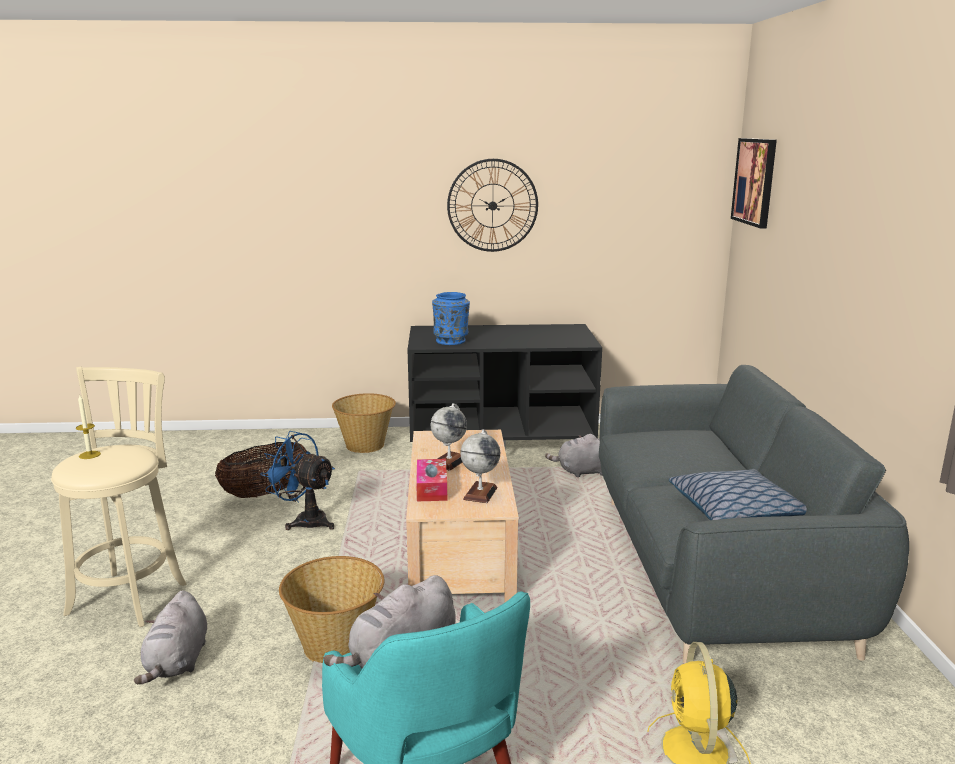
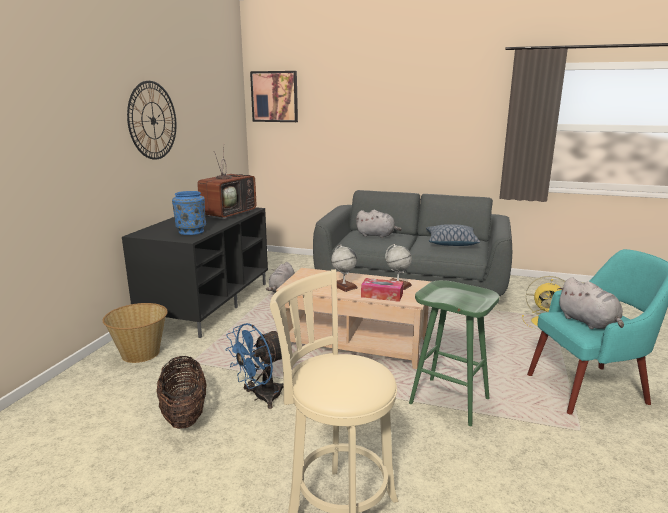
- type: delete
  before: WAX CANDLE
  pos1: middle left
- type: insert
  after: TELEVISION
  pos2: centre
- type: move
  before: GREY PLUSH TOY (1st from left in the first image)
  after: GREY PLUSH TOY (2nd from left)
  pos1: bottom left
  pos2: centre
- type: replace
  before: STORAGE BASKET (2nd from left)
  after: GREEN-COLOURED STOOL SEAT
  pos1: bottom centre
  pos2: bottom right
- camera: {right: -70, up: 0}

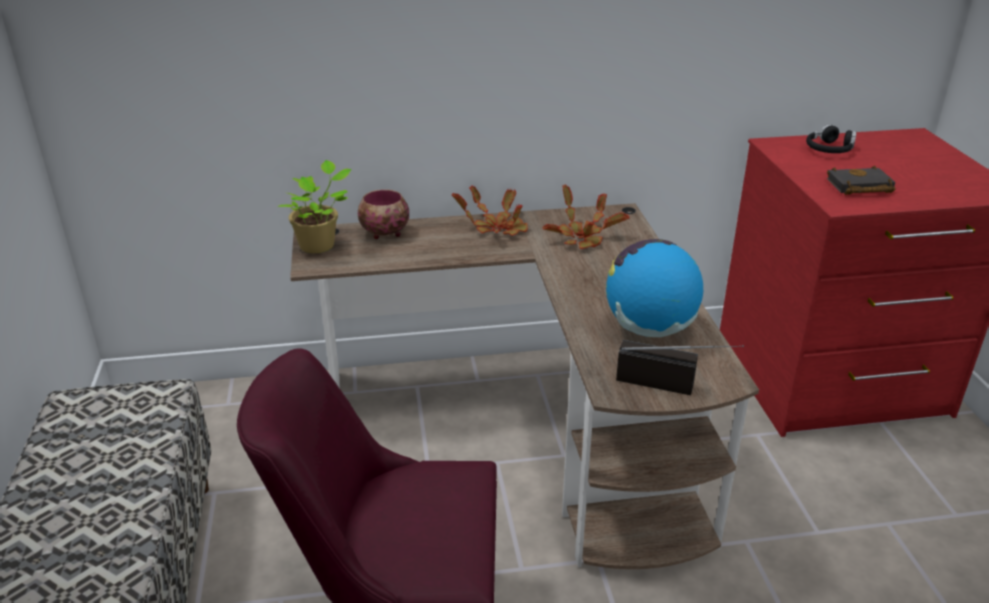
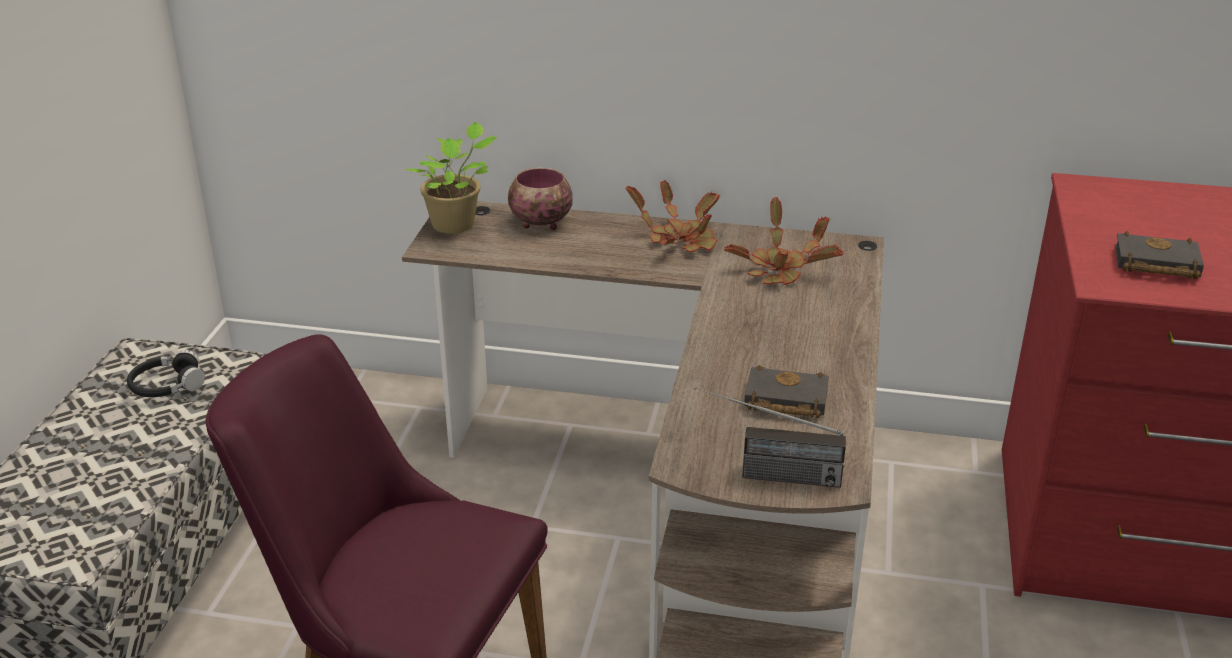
- type: move
  before: BLACK-COLOURED PAIR OF HEADPHONES
  pos1: top right
  pos2: middle left
- type: replace
  before: WORLD GLOBE
  after: BLACK-COLOURED BOUND BOOK (1st from left)
  pos1: centre
  pos2: centre
- type: rotate
  before: RADIO
  pos1: middle right
  pos2: centre
  turn: 150
- camera: {right: 20, up: 0}

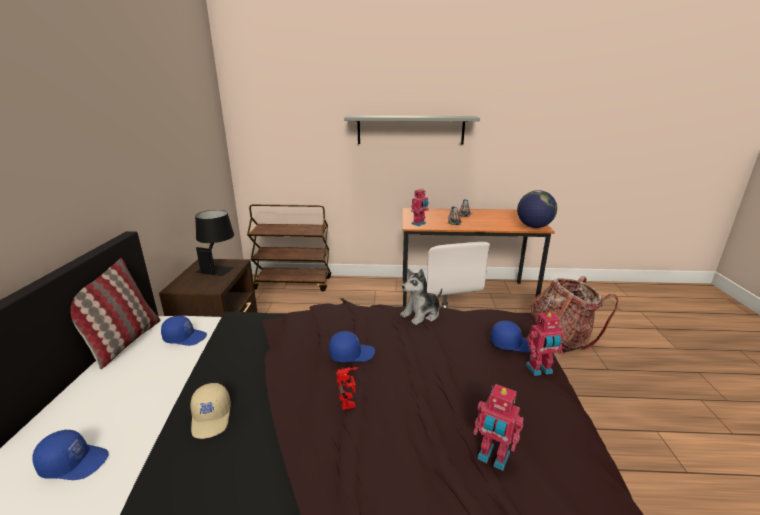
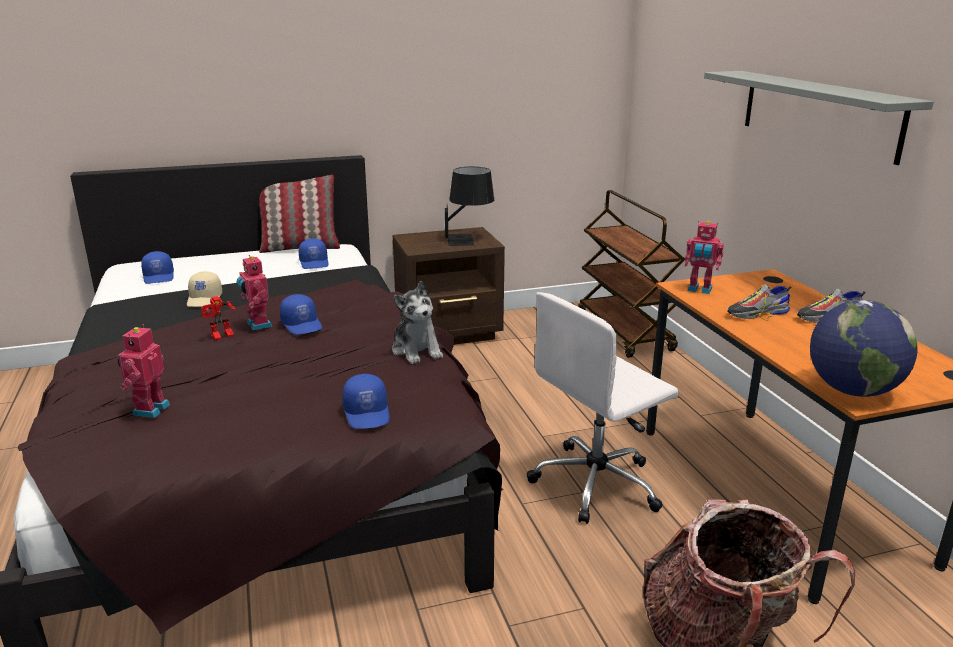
- type: move
  before: TOY ROBOT (4th from left in the first image)
  after: TOY ROBOT (3rd from left)
  pos1: bottom right
  pos2: middle left
- type: rotate
  before: BEIGE CAP
  pos1: bottom left
  pos2: middle left
  turn: -60
- type: rotate
  before: PLUSH TOY
  pos1: centre
  pos2: centre
  turn: -150
- camera: {right: 70, up: 0}

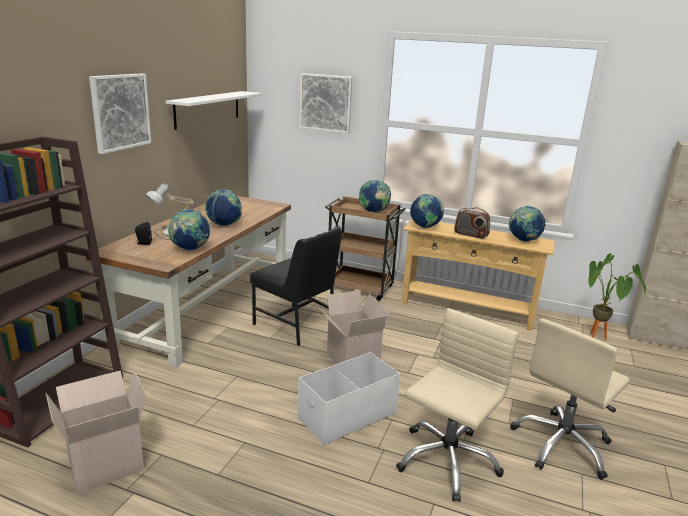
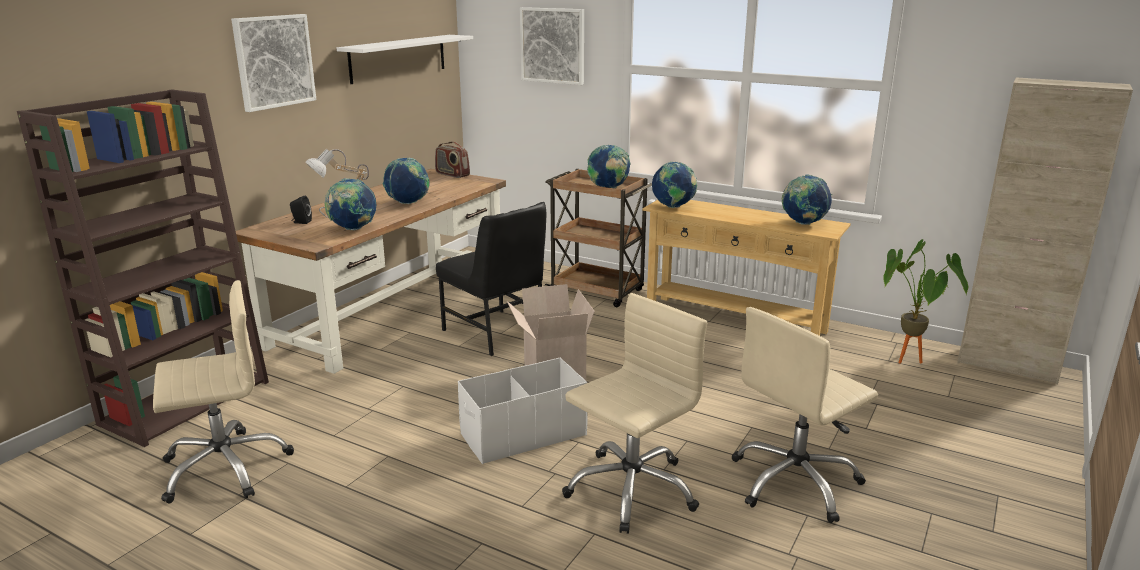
- type: move
  before: RADIO
  pos1: middle right
  pos2: top centre
- type: replace
  before: CARTON (1st from left)
  after: BEIGE COMPUTER CHAIR (1st from left)
  pos1: bottom left
  pos2: bottom left
- camera: {right: 10, up: 0}

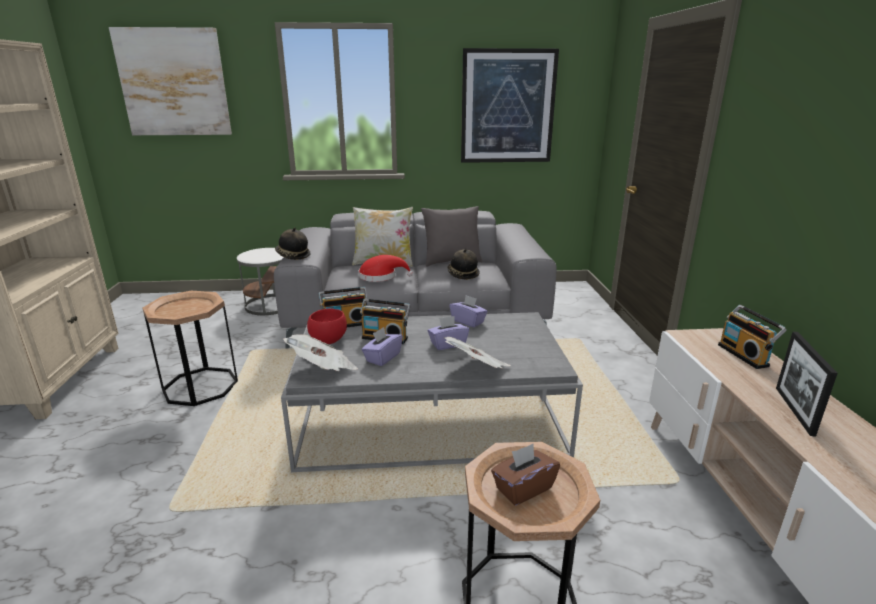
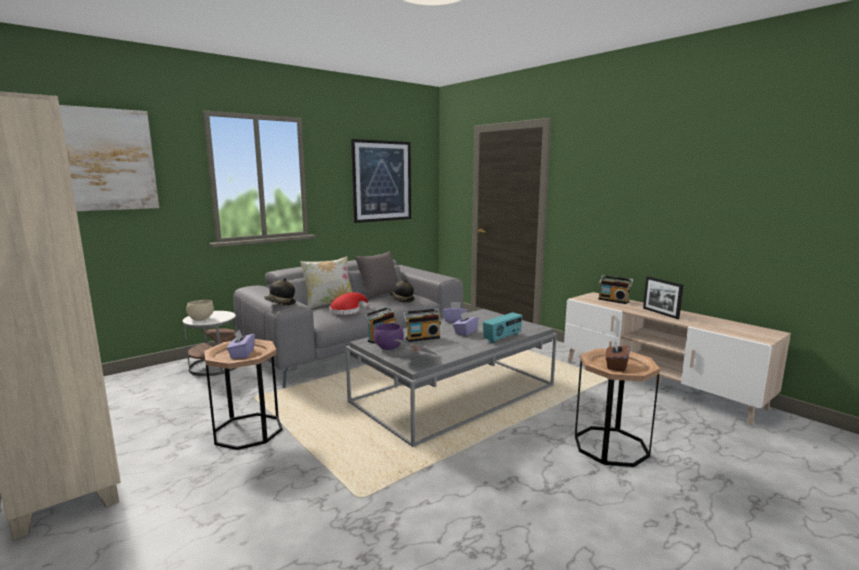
- type: insert
  after: BEIGE SERVING BOWL
  pos2: middle left
- type: move
  before: PURPLE-COLOURED TISSUE HOLDER (1st from left)
  pos1: centre
  pos2: middle left
- type: replace
  before: NEWSPAPER (2nd from left)
  after: RADIO (3rd from left)
  pos1: centre
  pos2: centre
- type: recolor
  before: RED-COLOURED SERVING BOWL
  after: PURPLE-COLOURED SERVING BOWL
  pos1: centre
  pos2: centre
- camera: {right: -35, up: -10}

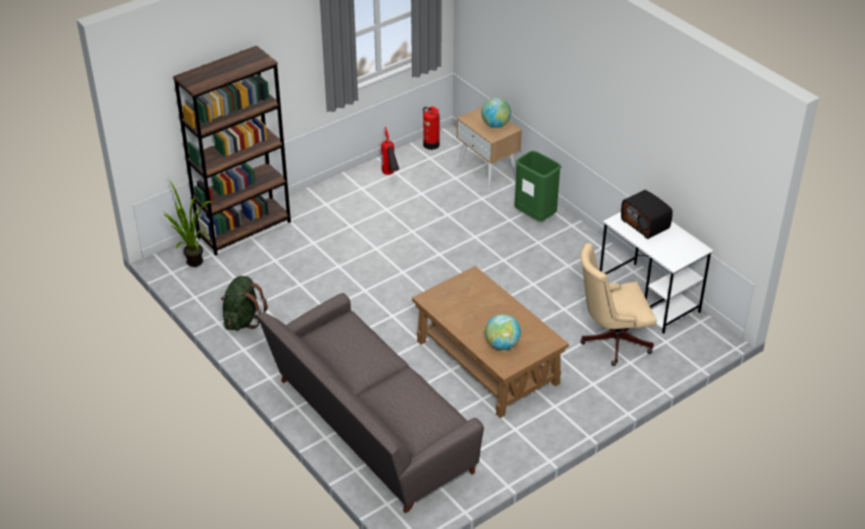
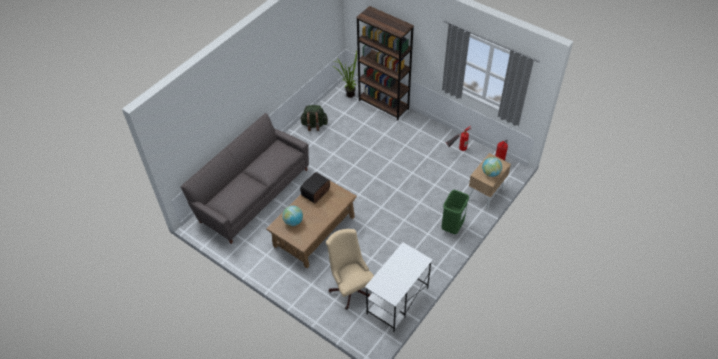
- type: move
  before: RADIO
  pos1: middle right
  pos2: centre
- camera: {right: 75, up: 10}

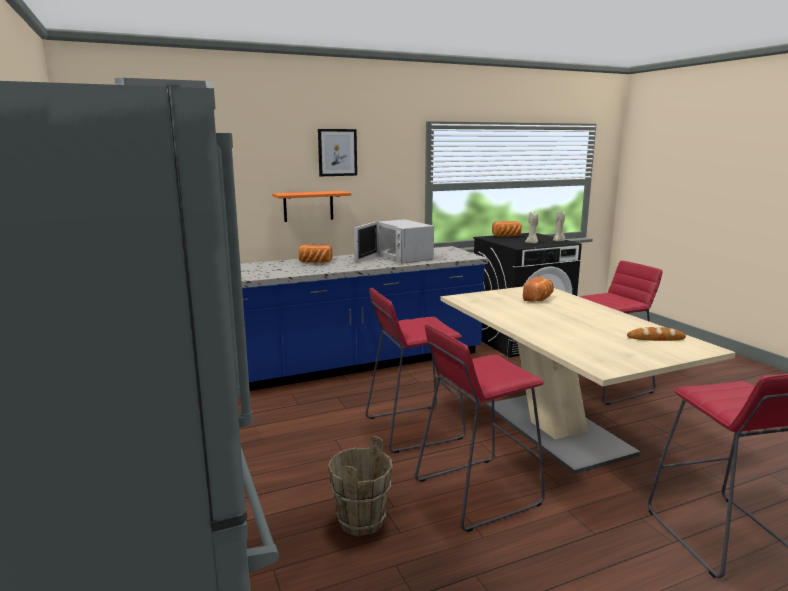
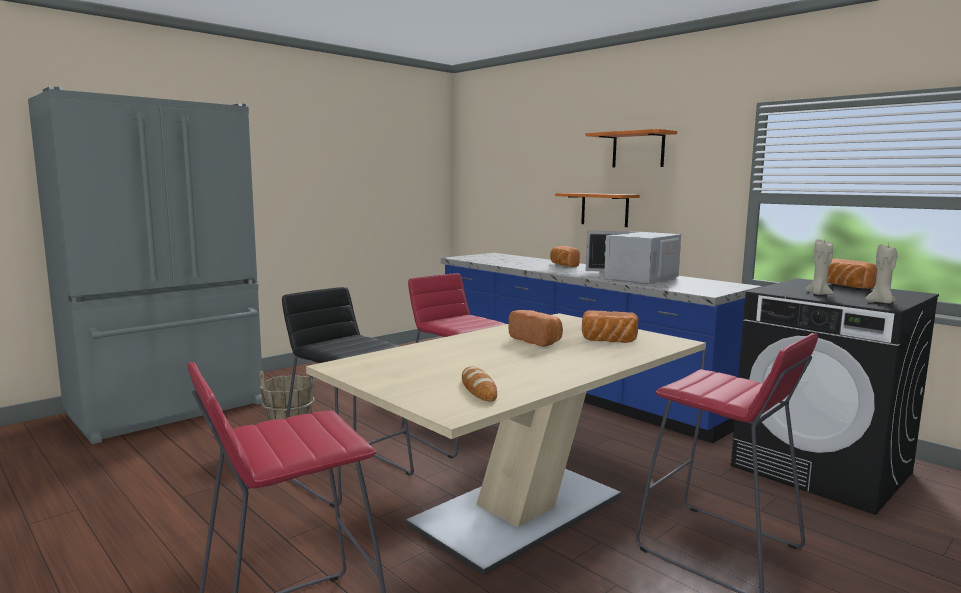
- type: insert
  after: BREAD (2nd from left)
  pos2: centre
- type: replace
  before: WALL ART
  after: ORANGE WALL SHELF (2nd from left)
  pos1: top centre
  pos2: top centre
- type: recolor
  before: RED-COLOURED STOOL SEAT (2nd from left)
  after: BLACK-COLOURED STOOL SEAT
  pos1: bottom centre
  pos2: bottom centre
- camera: {right: 70, up: -5}

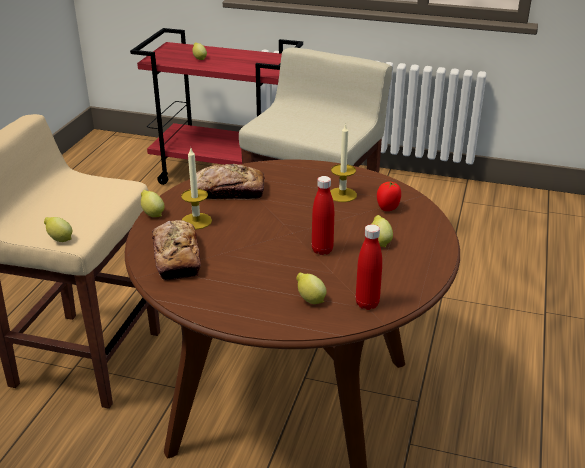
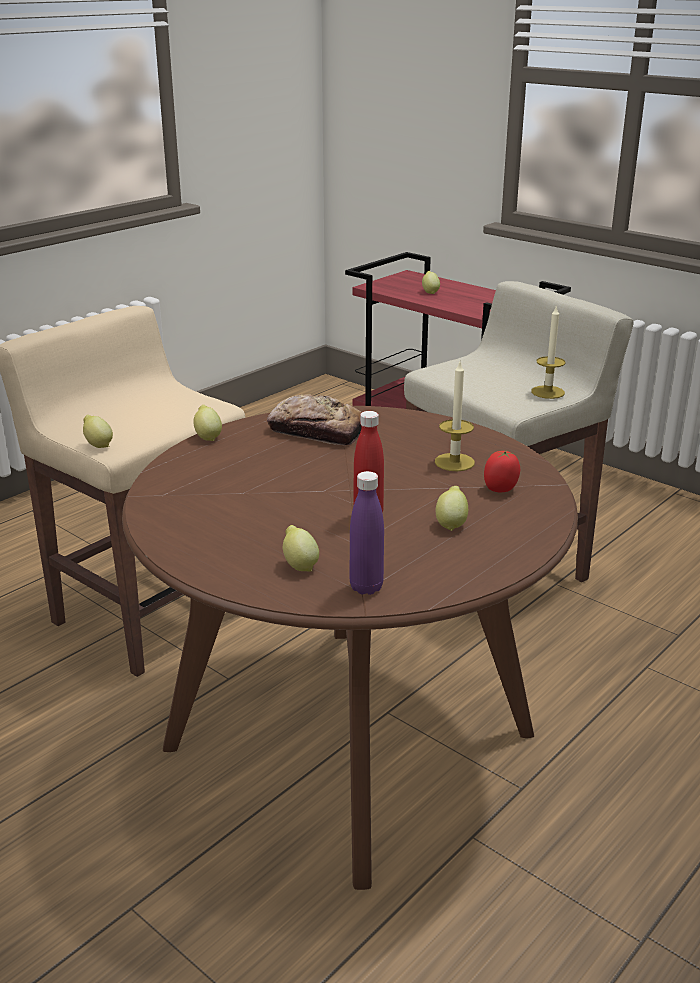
- type: delete
  before: BREAD (1st from left)
  pos1: middle left
- type: move
  before: WAX CANDLE (1st from left in the first image)
  after: WAX CANDLE (2nd from left)
  pos1: centre
  pos2: middle right
- type: recolor
  before: RED-COLOURED BEVERAGE BOTTLE (2nd from left)
  after: PURPLE-COLOURED BEVERAGE BOTTLE
  pos1: centre
  pos2: centre
- camera: {right: 25, up: -5}

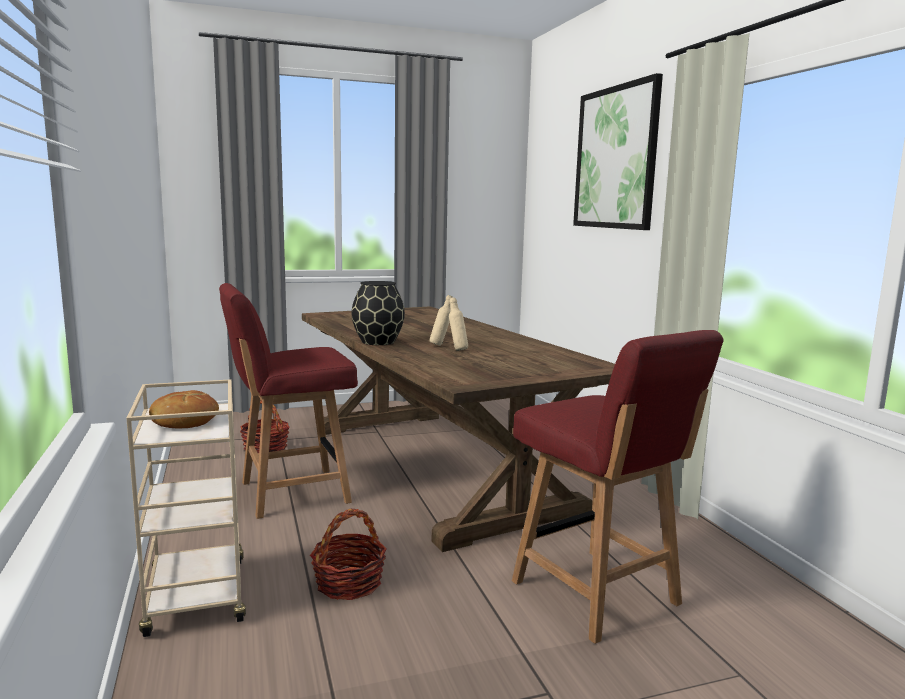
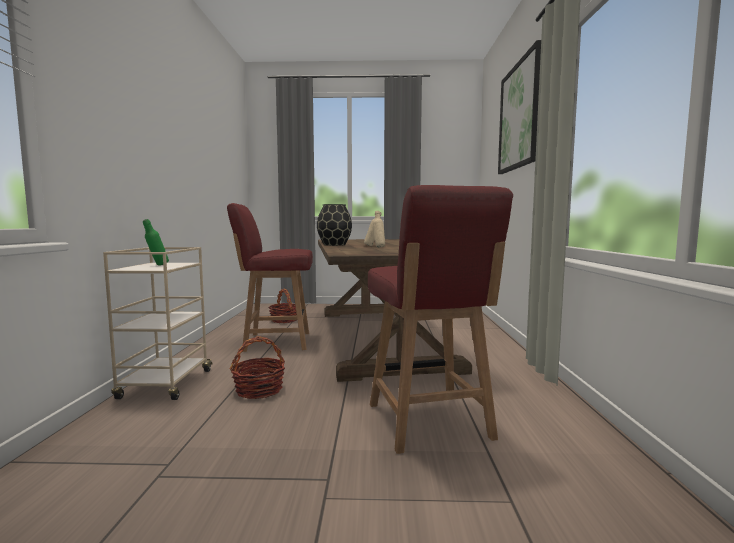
- type: replace
  before: BREAD
  after: GREEN-COLOURED BEVERAGE BOTTLE
  pos1: middle left
  pos2: middle left
- camera: {right: 20, up: -5}

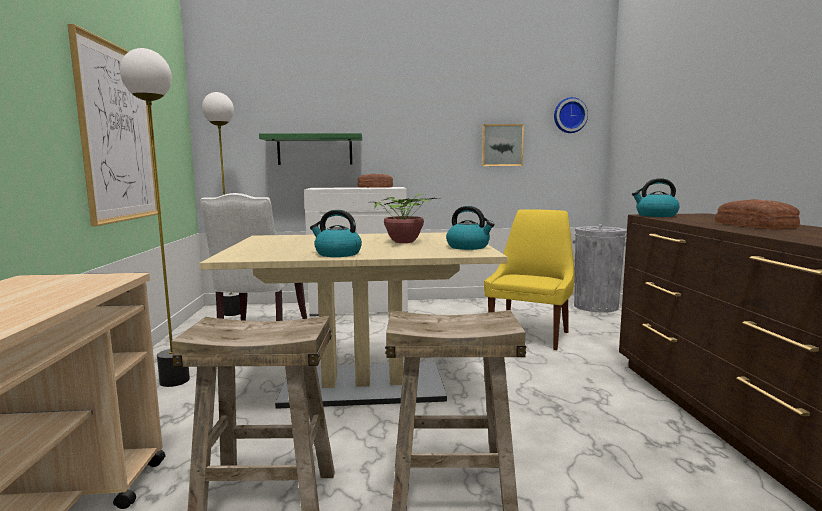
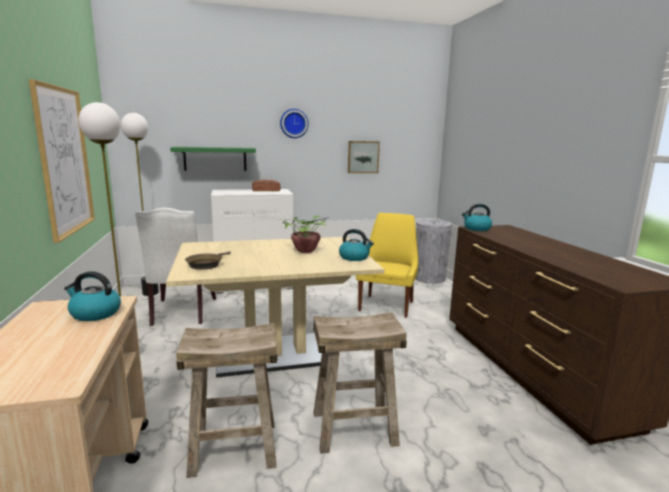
- type: delete
  before: BREAD (2nd from left)
  pos1: middle right
- type: insert
  after: BROWN-COLOURED PAN
  pos2: middle left
- type: move
  before: TEA KETTLE (1st from left)
  pos1: centre
  pos2: middle left
- type: move
  before: HANGING CLOCK
  pos1: top right
  pos2: top centre
- camera: {right: -10, up: 5}

